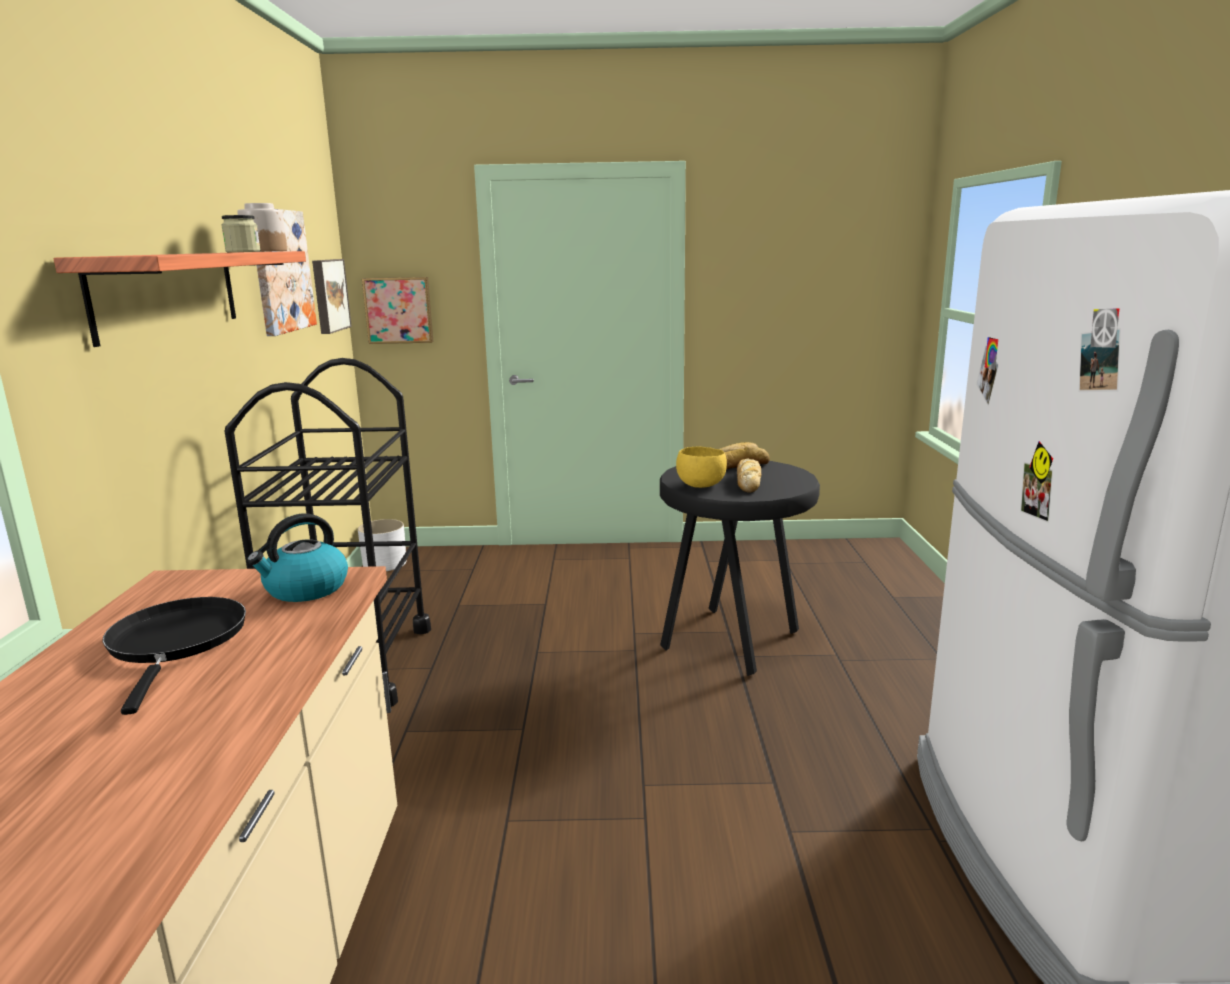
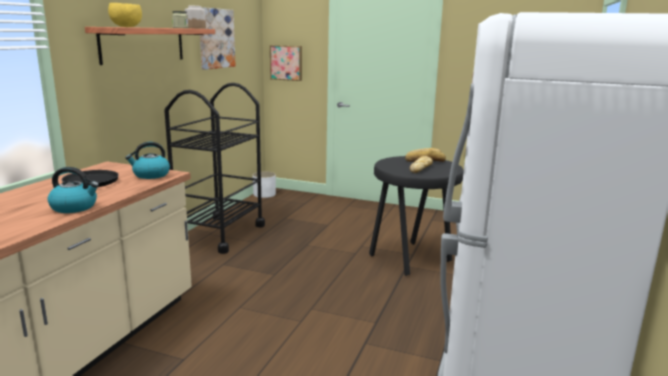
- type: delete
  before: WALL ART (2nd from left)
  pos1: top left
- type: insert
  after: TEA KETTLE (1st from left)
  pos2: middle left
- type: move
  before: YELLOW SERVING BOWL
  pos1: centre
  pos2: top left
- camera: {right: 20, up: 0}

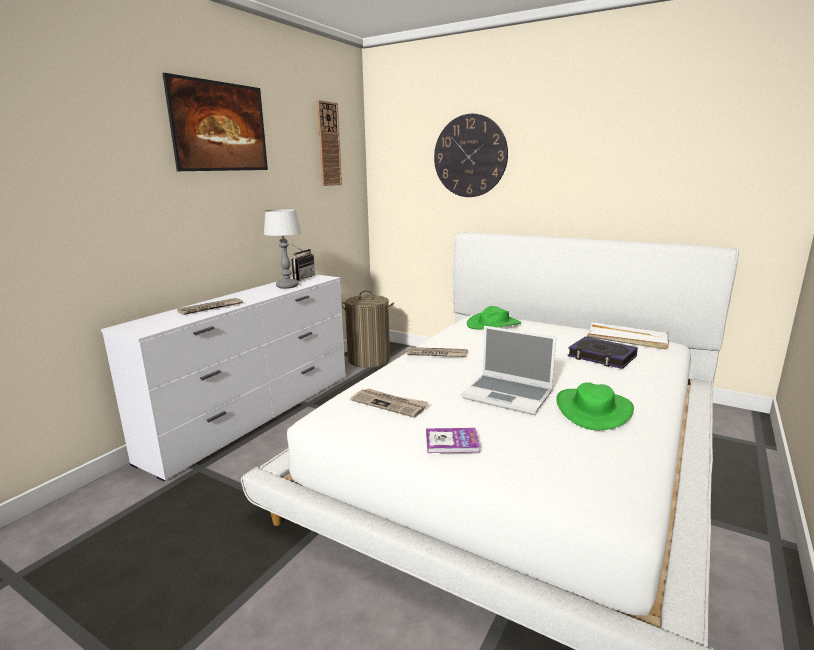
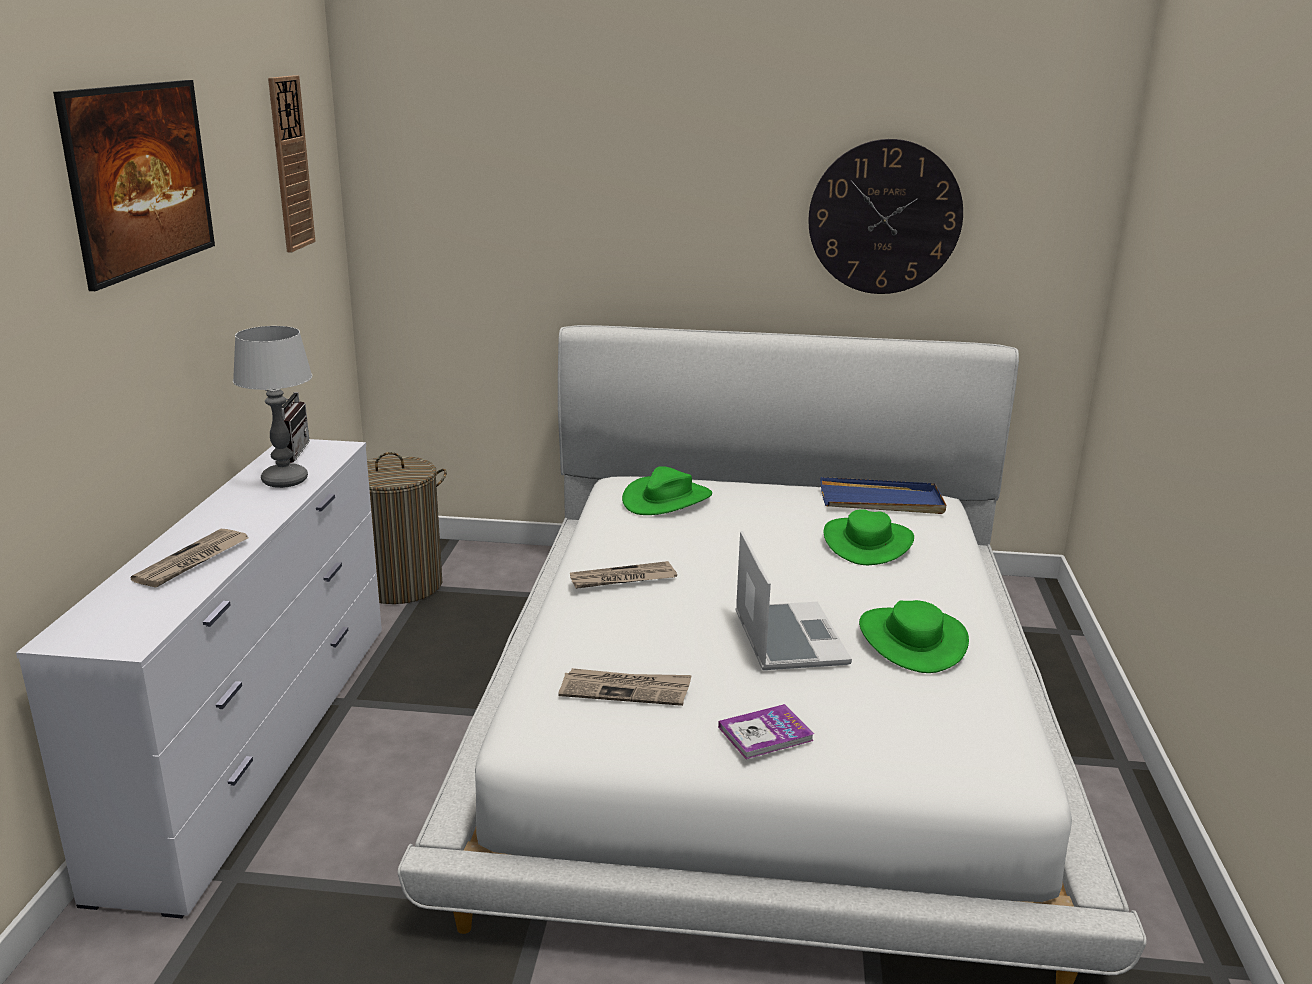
- type: move
  before: HANGING CLOCK (2nd from left)
  pos1: top centre
  pos2: top right
- type: replace
  before: BOUND BOOK (2nd from left)
  after: GREEN-COLOURED HAT (2nd from left)
  pos1: middle right
  pos2: centre
- type: recolor
  before: WHITISH TRAY
  after: BLUISH TRAY
  pos1: middle right
  pos2: middle right
- type: rotate
  before: NOTEBOOK COMPUTER
  pos1: centre
  pos2: centre
  turn: -105
- camera: {right: -25, up: 5}

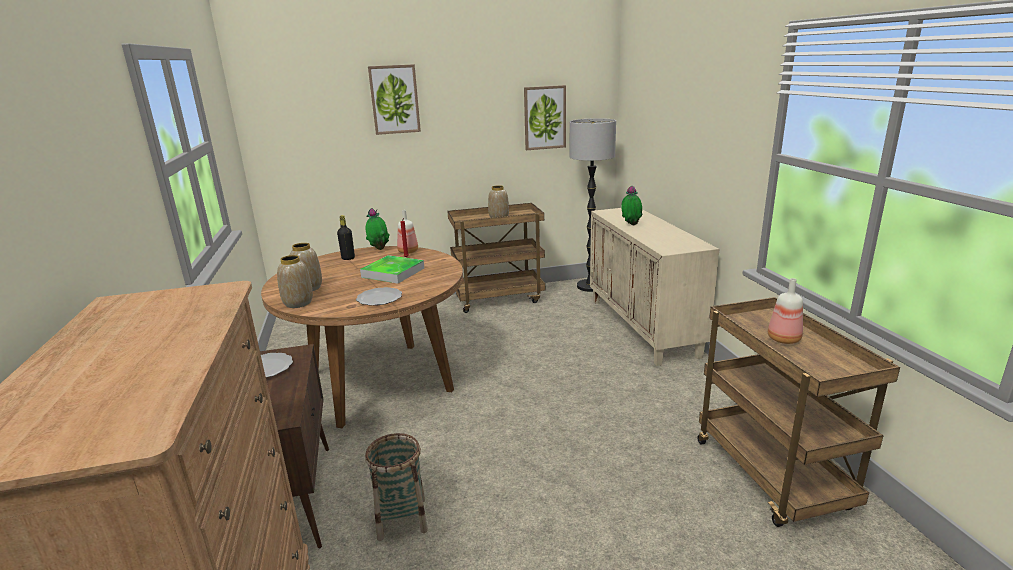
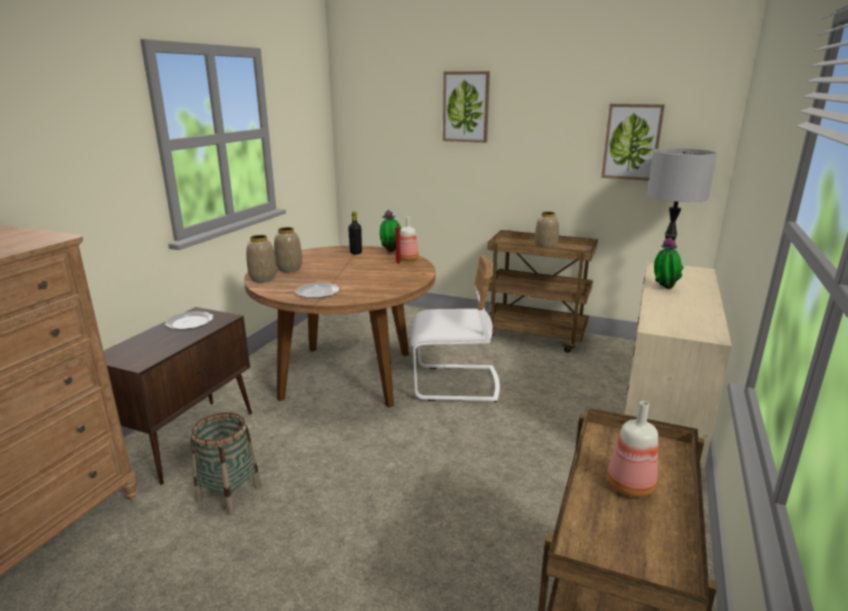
- type: delete
  before: TRAY
  pos1: centre
- type: insert
  after: WHITISH UPRIGHT CHAIR
  pos2: centre
- camera: {right: 35, up: 0}

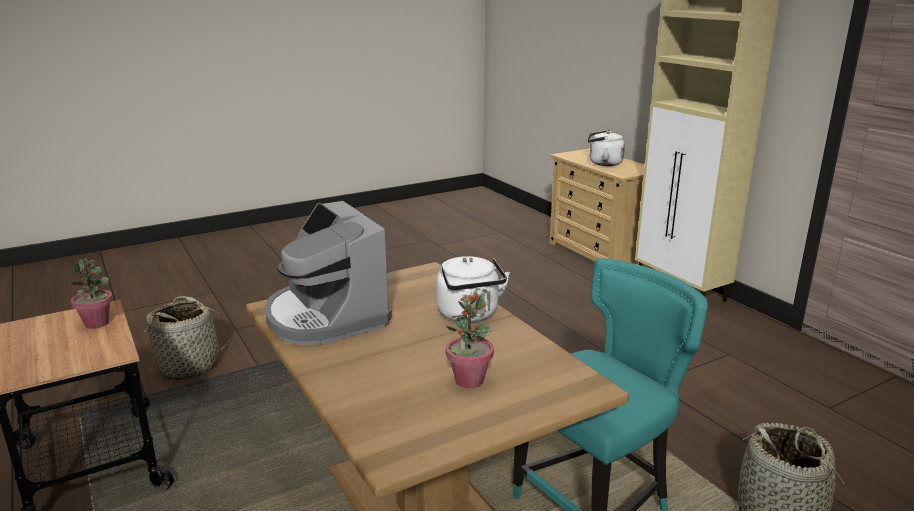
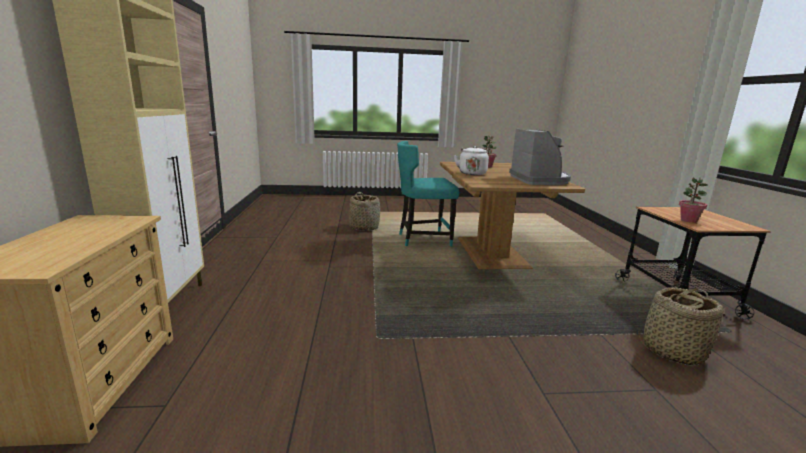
- type: delete
  before: WHITISH TEA KETTLE (2nd from left)
  pos1: top centre
- camera: {right: -155, up: -5}

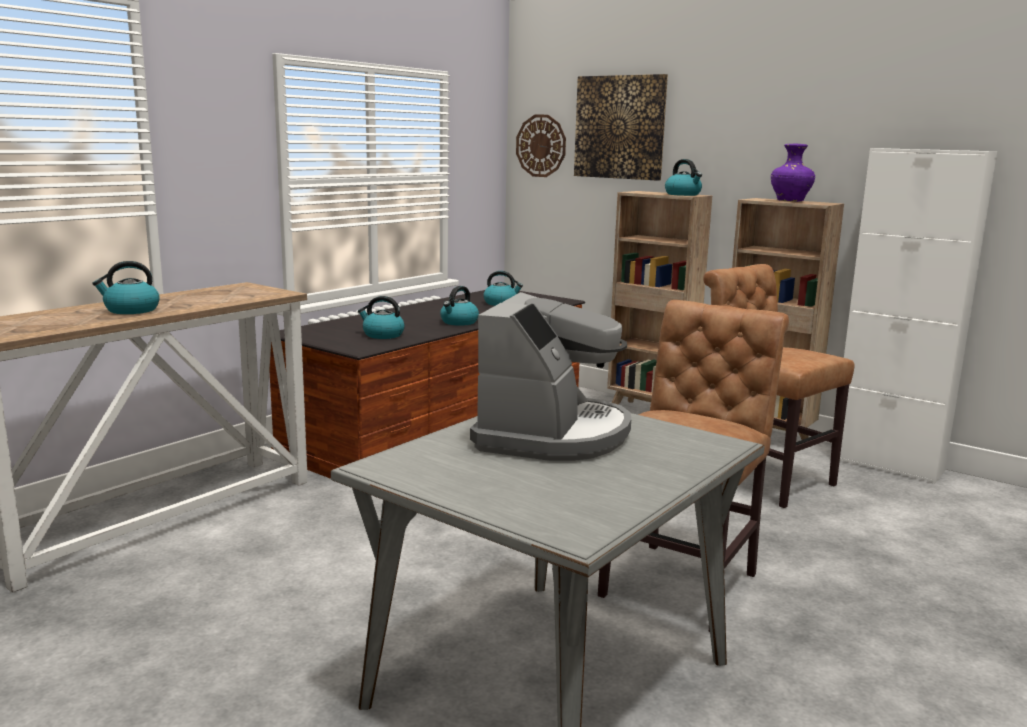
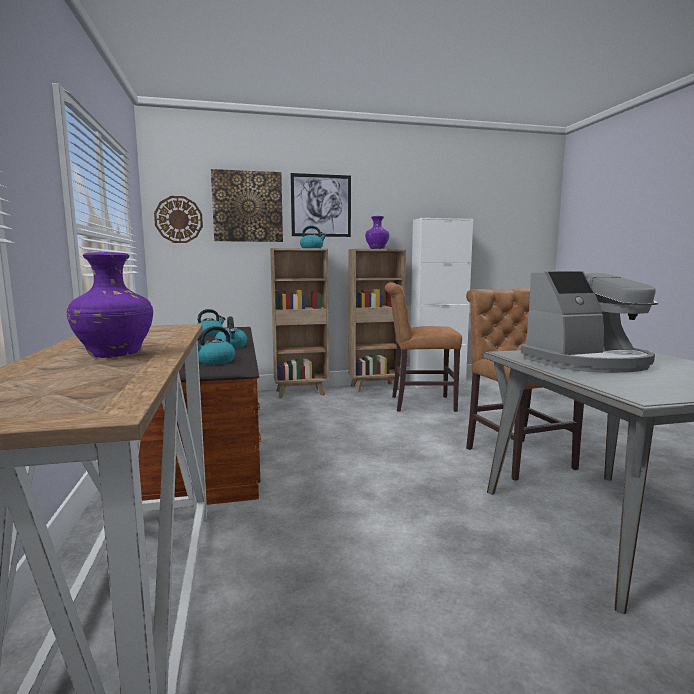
- type: insert
  after: WALL ART (2nd from left)
  pos2: top centre
- type: replace
  before: TEA KETTLE (1st from left)
  after: PURPLE-COLOURED VASE (1st from left)
  pos1: middle left
  pos2: middle left
- type: rotate
  before: COFFEE MAKER
  pos1: centre
  pos2: middle right
  turn: 105
- camera: {right: -50, up: -5}

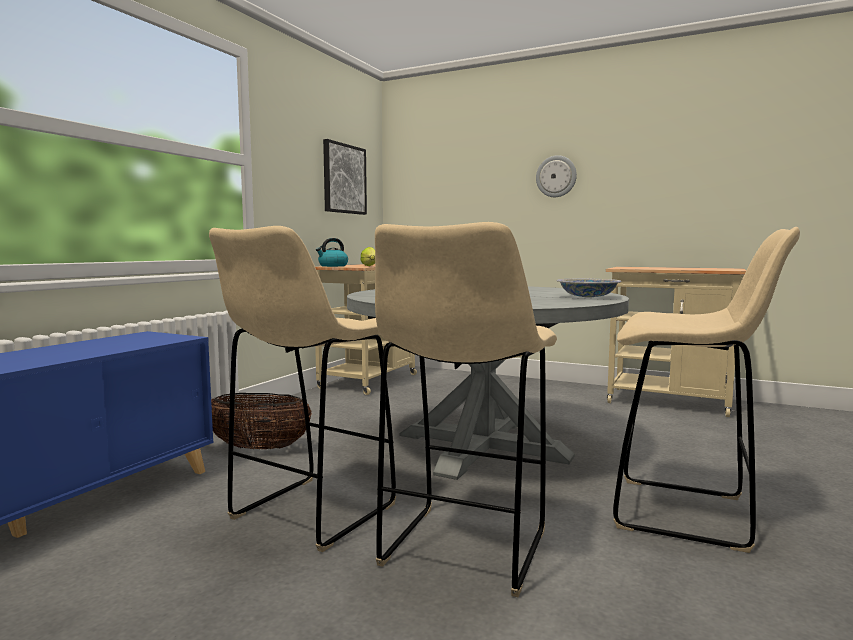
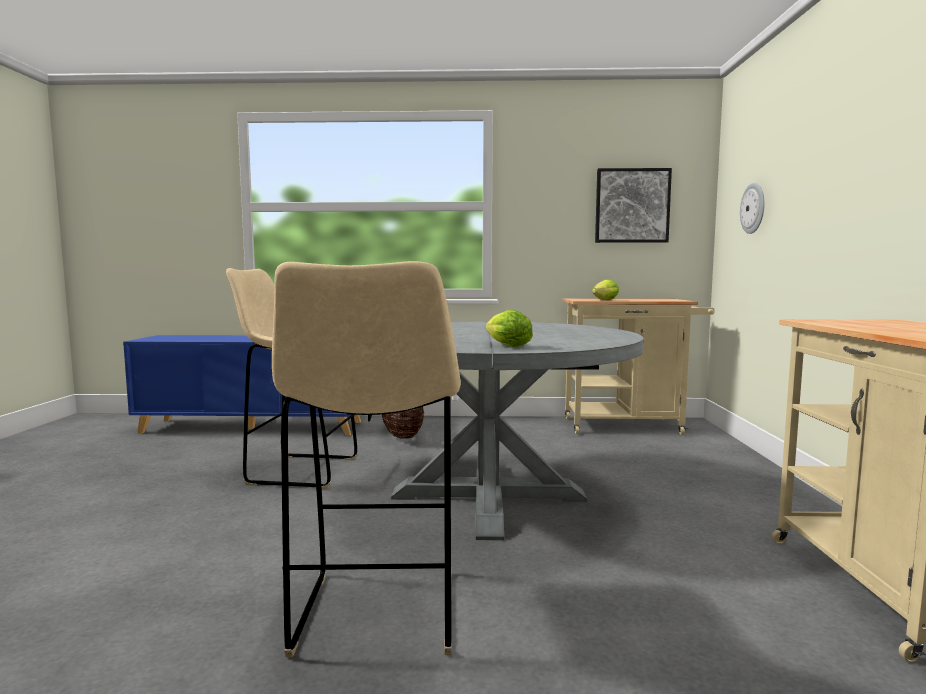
- type: delete
  before: TEA KETTLE
  pos1: centre
- type: delete
  before: BEIGE STOOL SEAT (2nd from left)
  pos1: centre
- type: move
  before: HANGING CLOCK
  pos1: top centre
  pos2: top right
- type: replace
  before: SERVING BOWL
  after: LETTUCE (1st from left)
  pos1: middle right
  pos2: centre
- camera: {right: 65, up: 0}

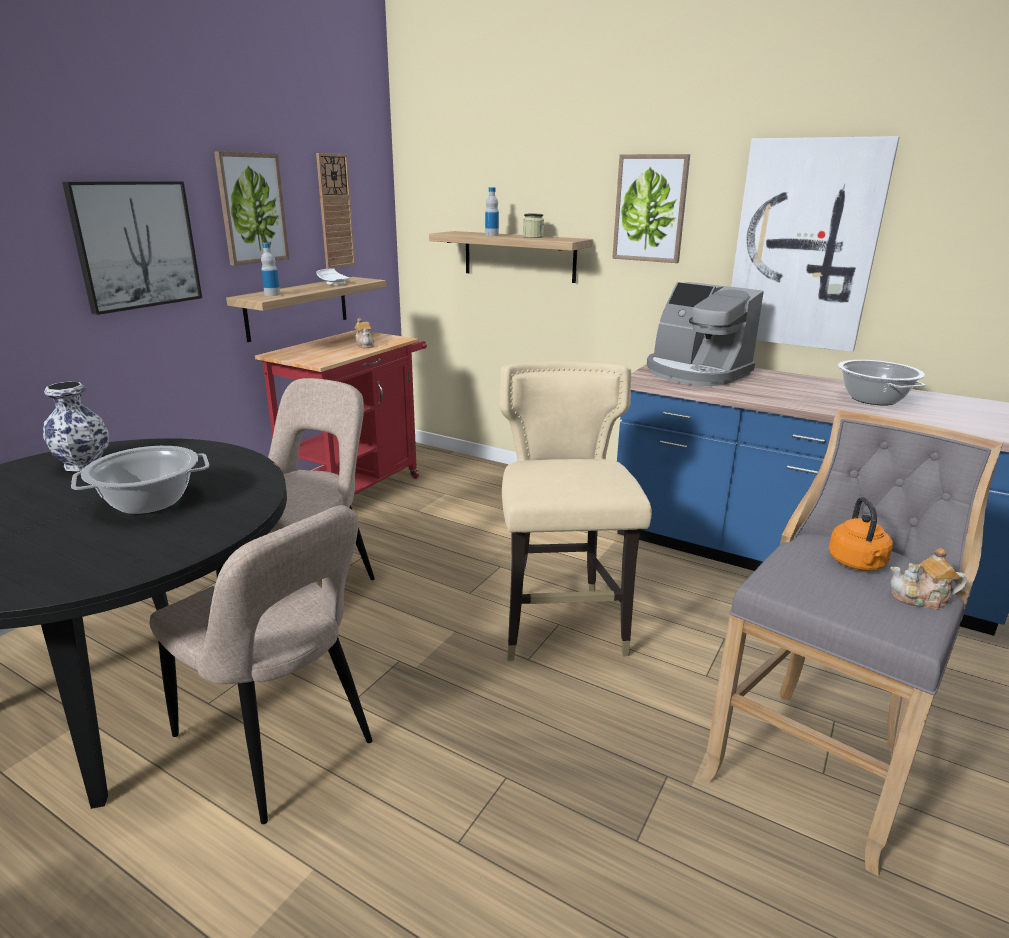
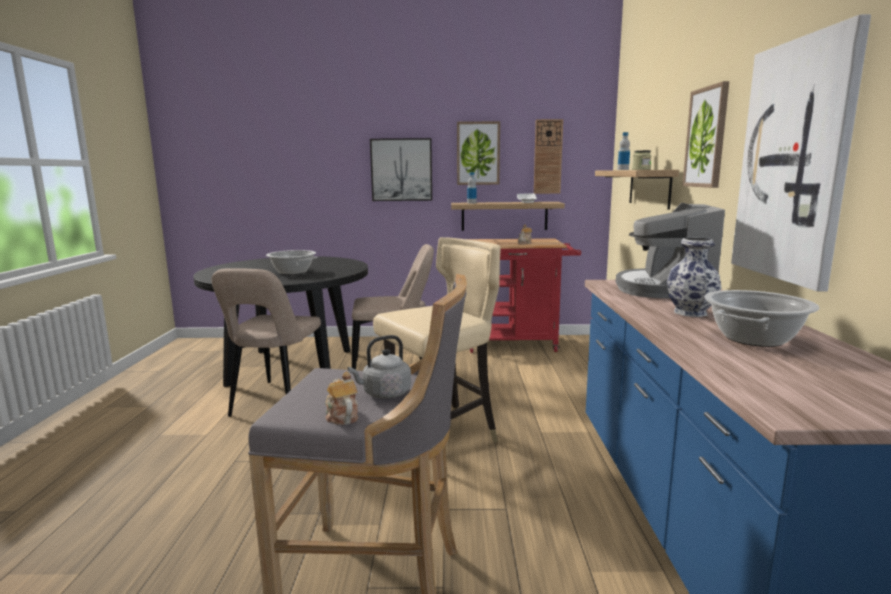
- type: move
  before: VASE
  pos1: middle left
  pos2: middle right
- type: recolor
  before: ORANGE TEA KETTLE
  after: GREY TEA KETTLE
  pos1: middle right
  pos2: centre
- camera: {right: 60, up: -10}

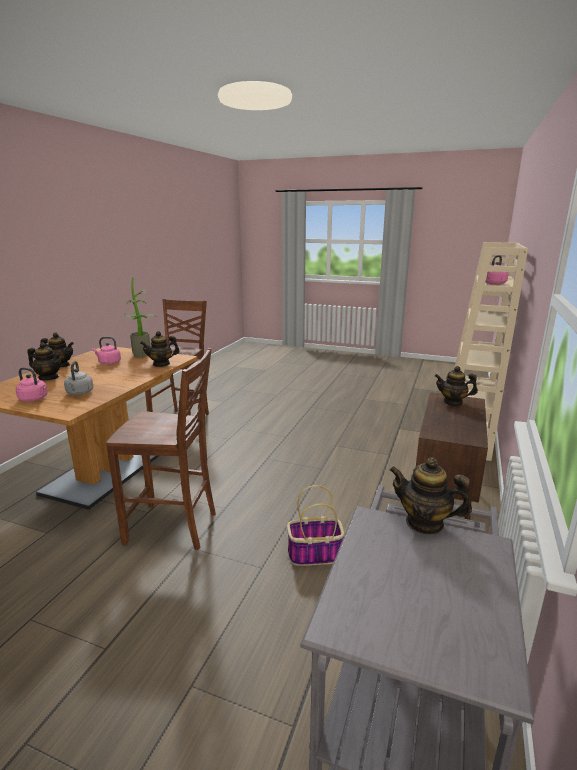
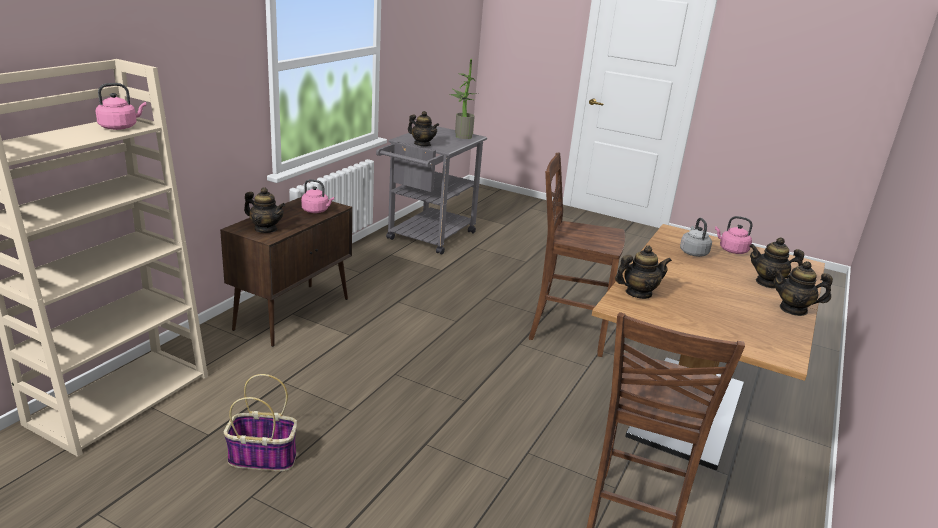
- type: move
  before: PINKISH TEA KETTLE (2nd from left)
  pos1: middle left
  pos2: centre
- type: move
  before: POTTED PLANT
  pos1: middle left
  pos2: top centre
- type: move
  before: STORAGE BASKET
  pos1: bottom centre
  pos2: bottom left
- camera: {right: -175, up: 5}

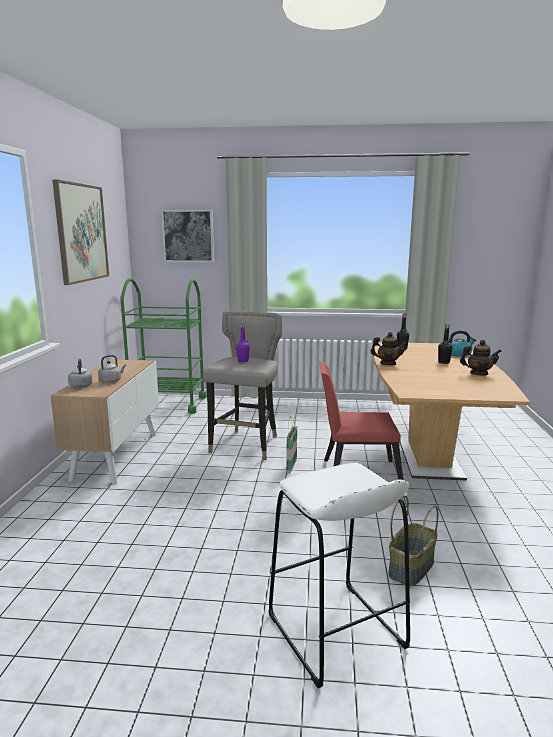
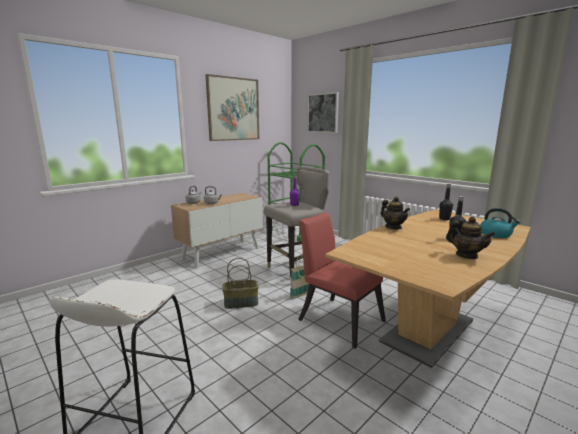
- type: move
  before: STORAGE BASKET (2nd from left in the first image)
  after: STORAGE BASKET (1st from left)
  pos1: bottom right
  pos2: centre
- camera: {right: 40, up: 0}

